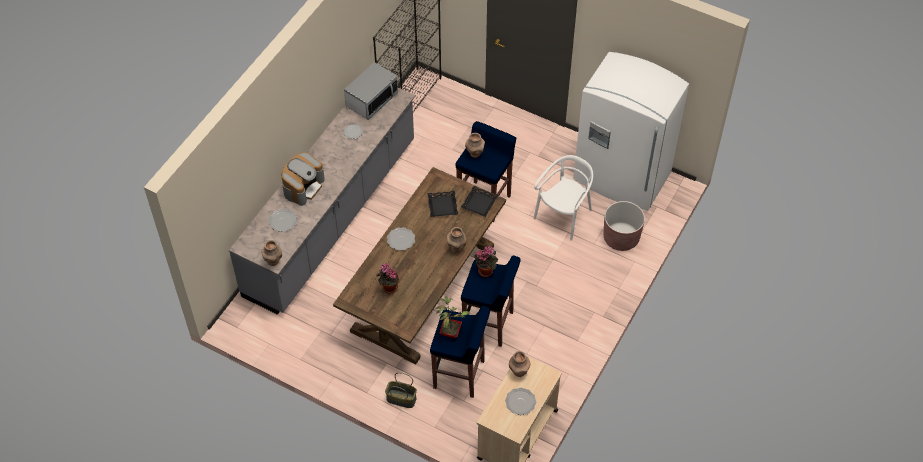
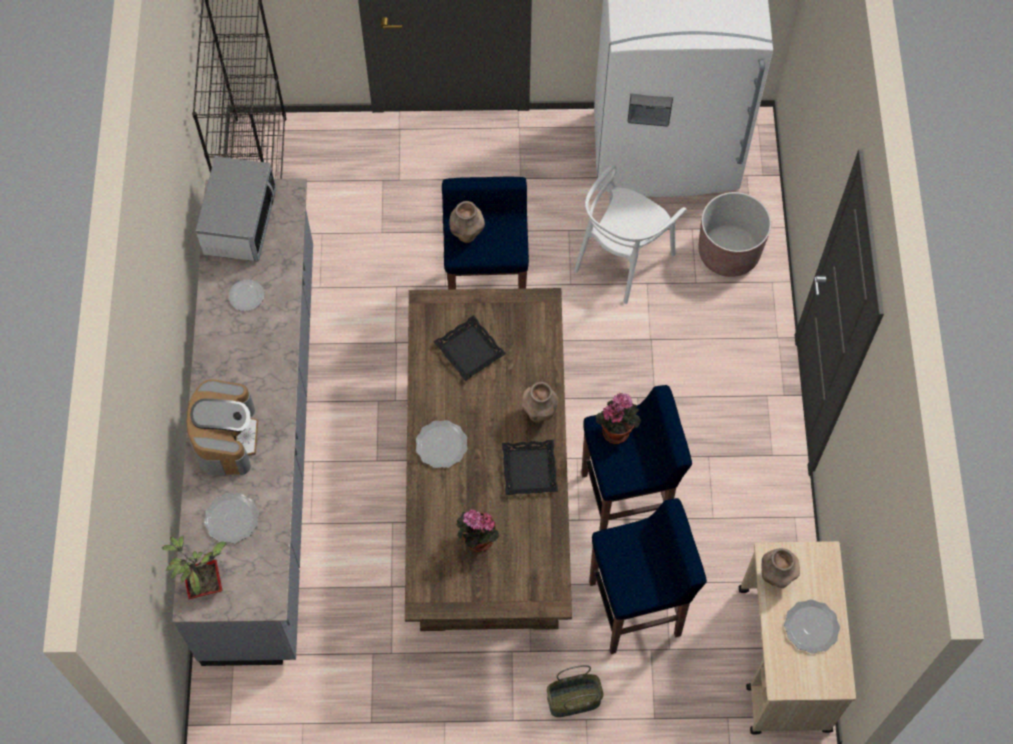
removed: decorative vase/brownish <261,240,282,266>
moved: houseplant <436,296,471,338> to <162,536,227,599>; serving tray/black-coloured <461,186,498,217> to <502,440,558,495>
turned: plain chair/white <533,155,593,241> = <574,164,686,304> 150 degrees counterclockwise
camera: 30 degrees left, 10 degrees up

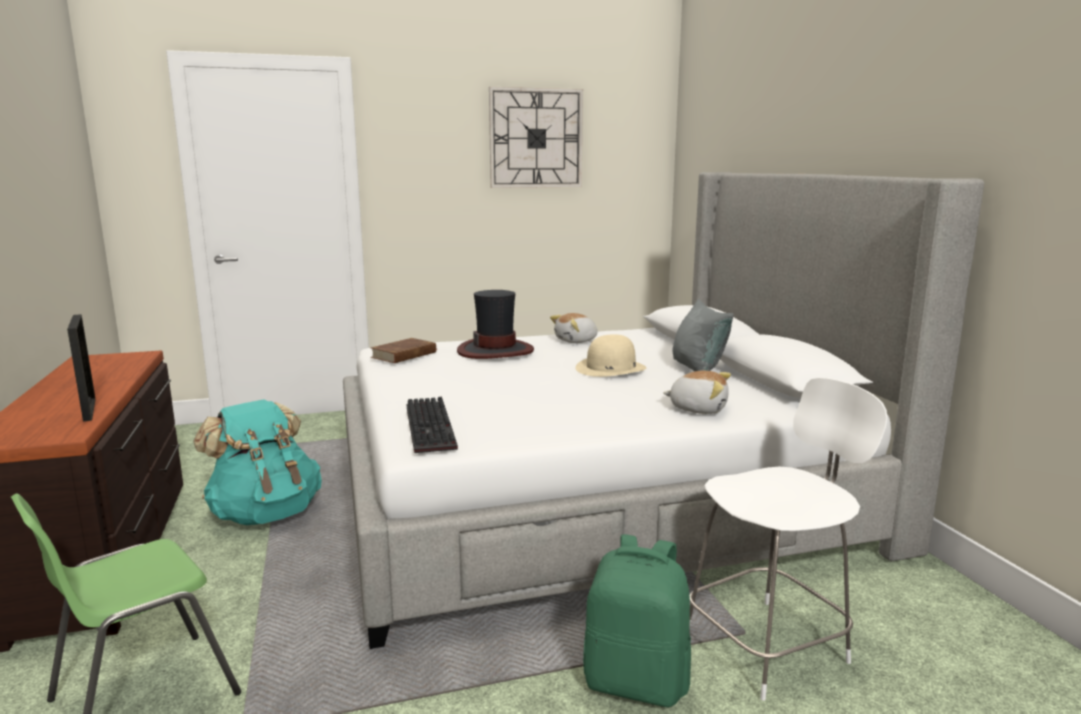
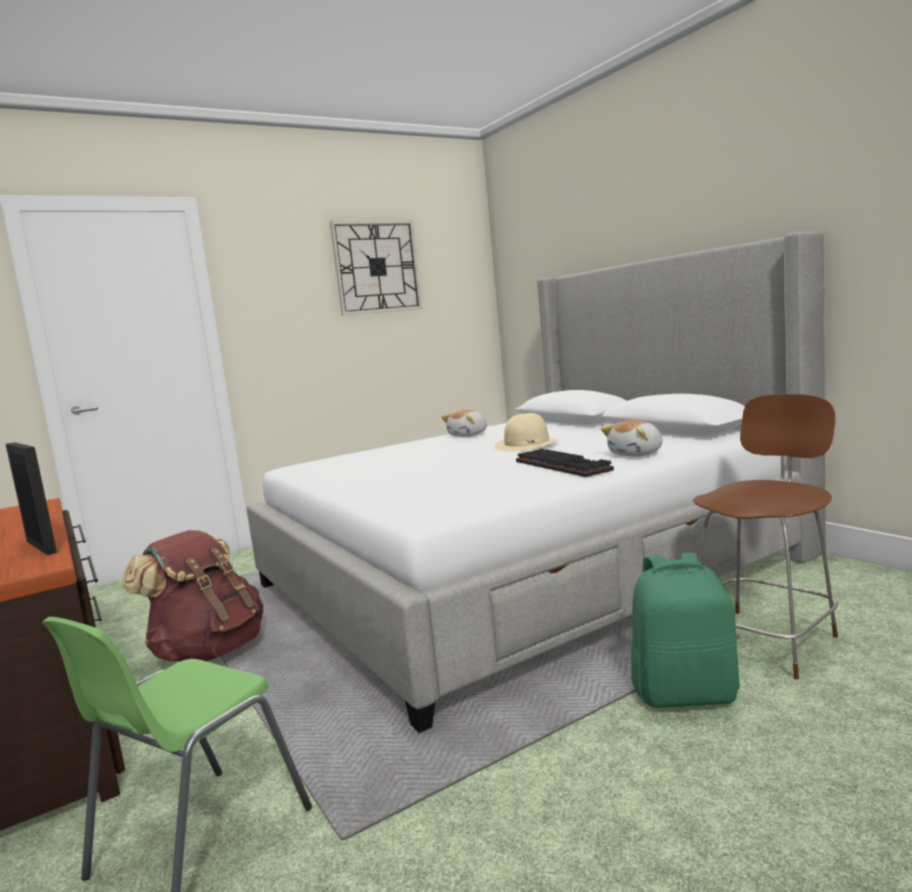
removed: volume/brownish <371,338,437,363>; clothing hat <457,290,534,359>; throw pillow/gray <672,299,733,372>
moved: computer keyboard <406,397,458,453> to <516,448,614,477>
recoloured: knapsack/blue-green <193,399,322,525> to knapsack/brownish <122,530,263,662>; plain chair/white <690,378,888,701> to plain chair/brownish <693,394,838,679>
turned: plush toy <663,371,731,414> = <601,420,663,457> 135 degrees clockwise
camera: 15 degrees left, 5 degrees down

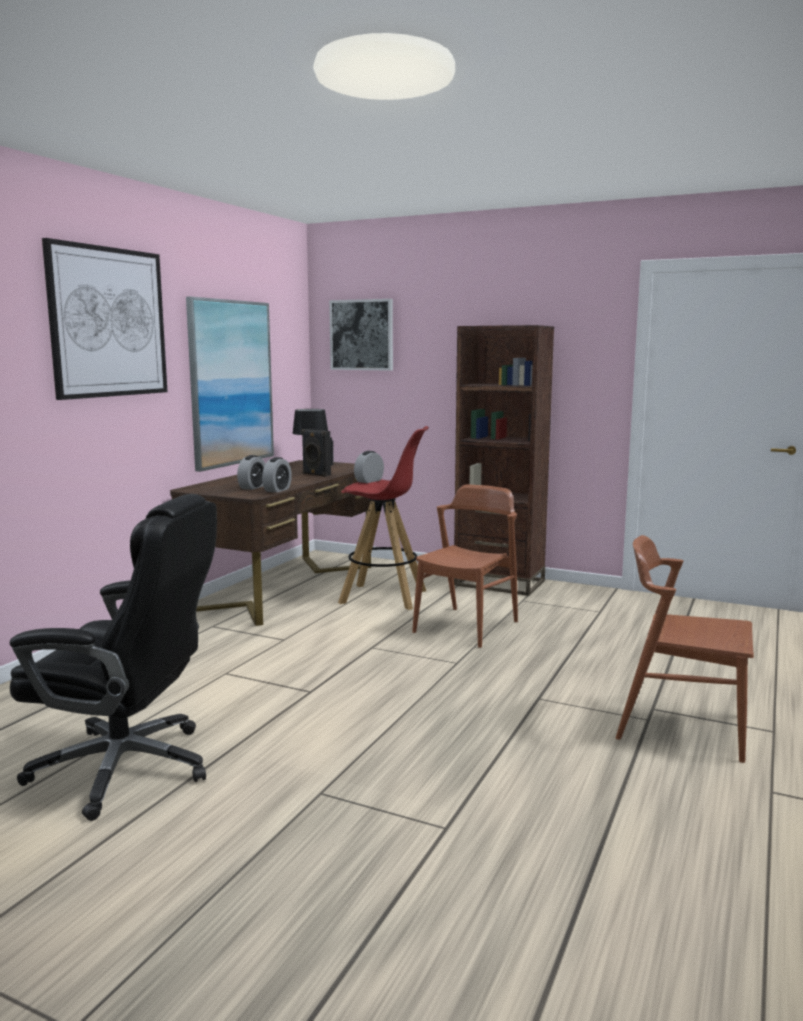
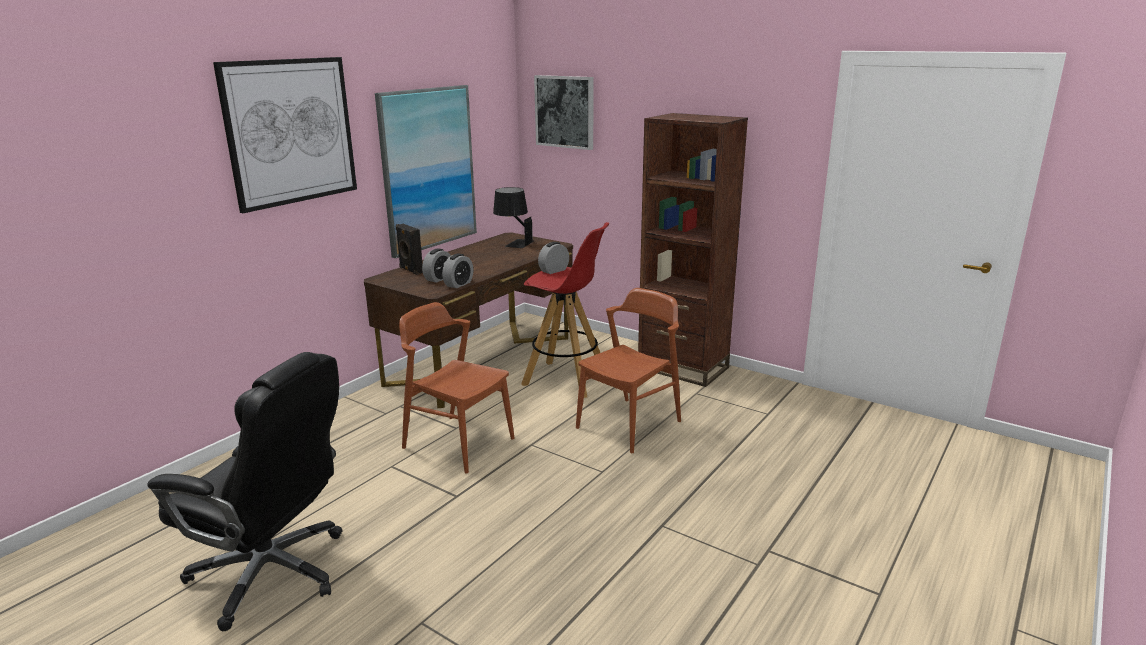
moved: loudspeaker/black-coloured <302,429,331,477> to <396,224,423,275>; plain chair/brownish <616,535,754,763> to <399,302,515,473>
camera: 10 degrees right, 10 degrees up

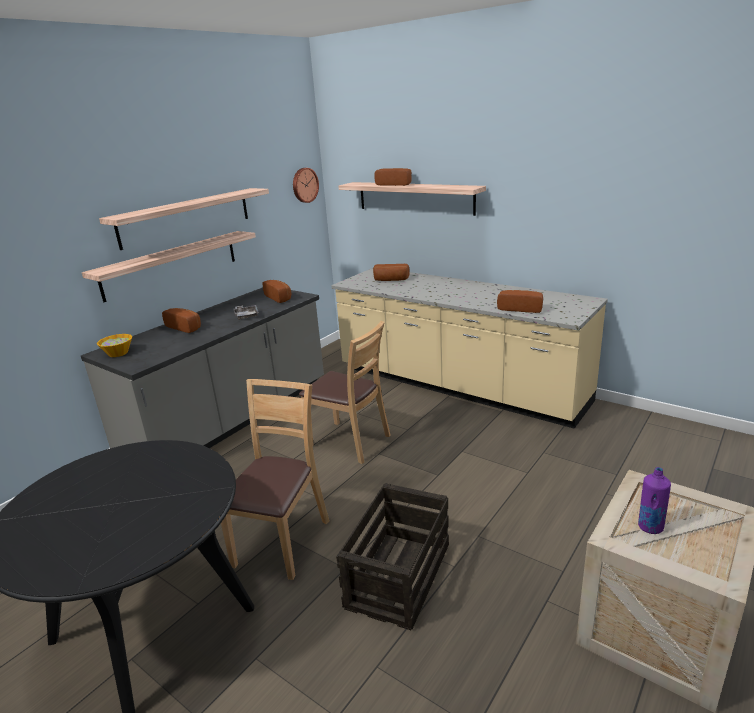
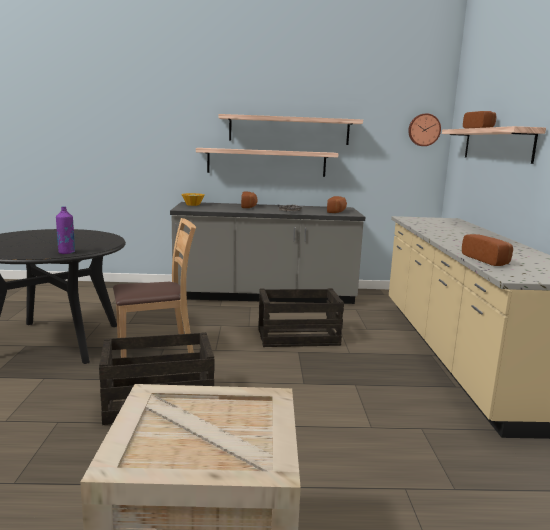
removed: bakery bread <373,264,410,281>
moved: drink bottle/purple <638,467,671,534> to <56,206,75,254>
replaced: plain chair/brownish <299,321,391,464> to shipping crate <258,288,344,347>
camera: 50 degrees right, 10 degrees down

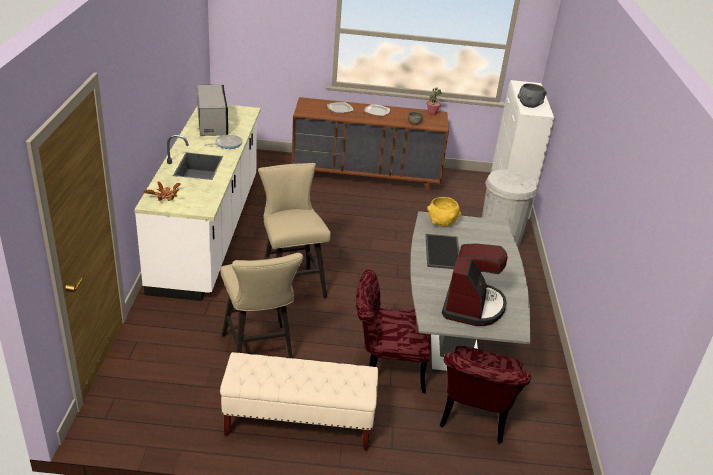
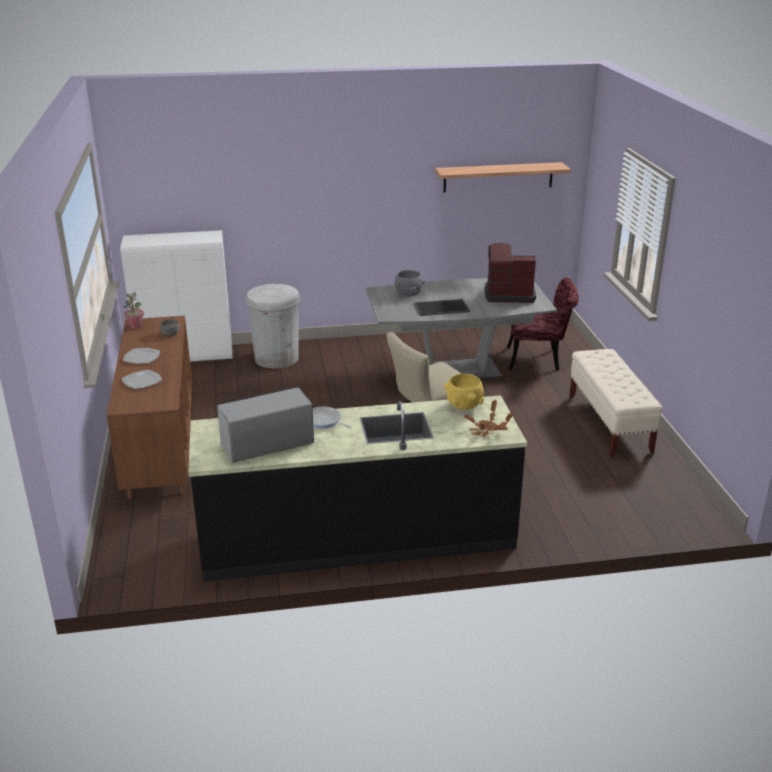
removed: sitting stool/beige-coloured <220,253,304,358>; plain chair/red <356,269,430,393>
added: shelf <435,162,571,192>
moved: deep dish/yellow <427,197,461,227> to <444,374,484,410>; deep dish/gray <518,83,547,108> to <394,270,425,297>
recoloured: kitchen counter/white <134,105,261,301> to kitchen counter/black-coloured <188,395,527,582>
camera: 100 degrees left, 5 degrees down

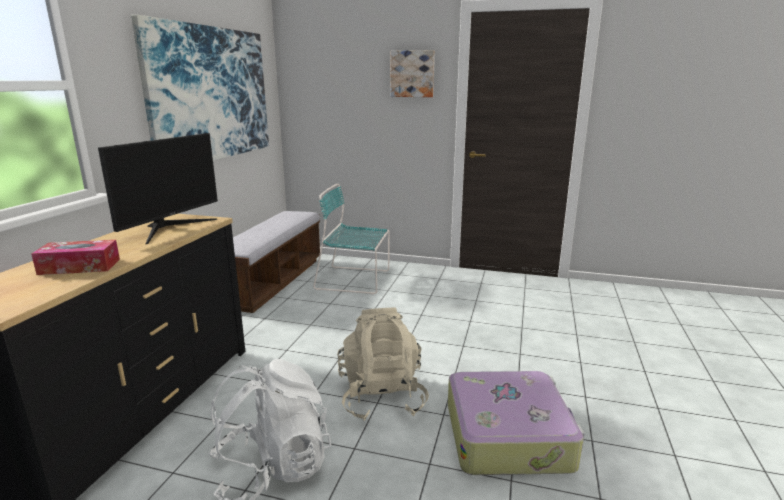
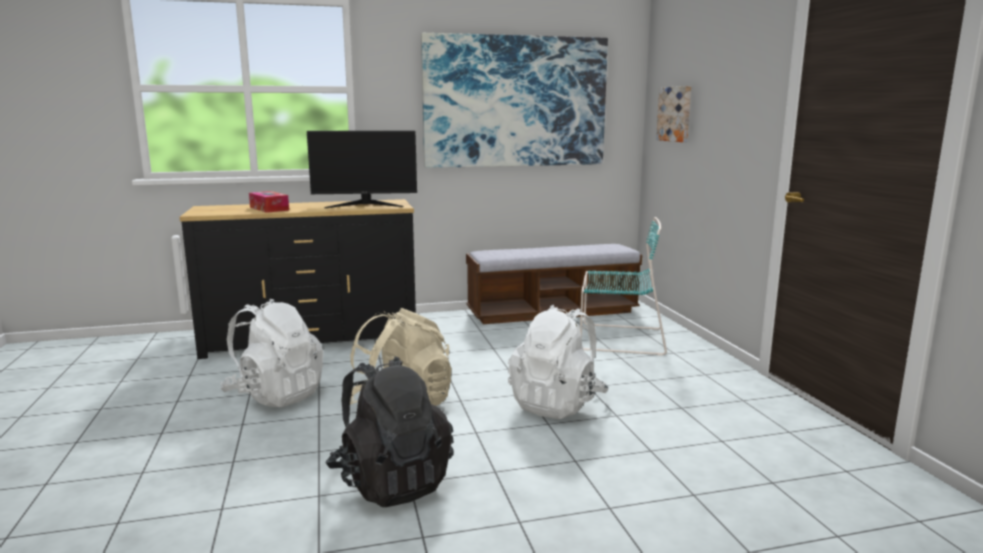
added: knapsack/white <508,305,609,419>
moved: wall art <390,50,435,97> to <656,86,691,142>
replaced: travel case <448,371,585,475> to knapsack/black-coloured <326,356,454,507>
turned: plain chair/blue-green <313,184,390,294> = <580,217,667,356> 120 degrees clockwise
camera: 60 degrees right, 5 degrees down

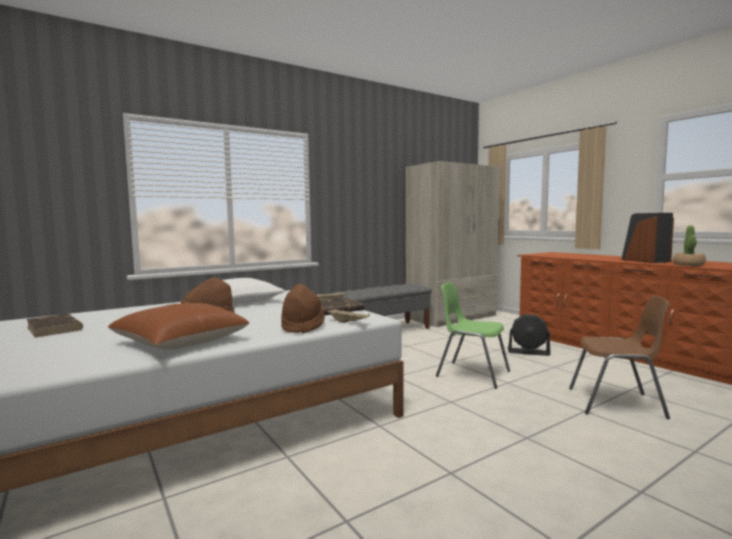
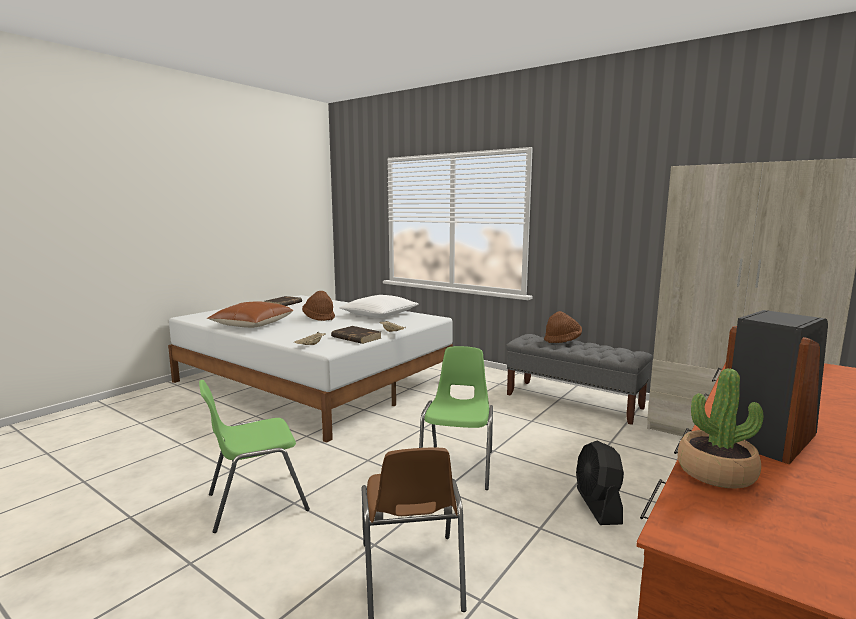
added: plain chair/green-coloured <199,380,310,533>
moved: clothing hat/brownish <281,284,325,334> to <544,311,582,343>
camera: 70 degrees right, 5 degrees up

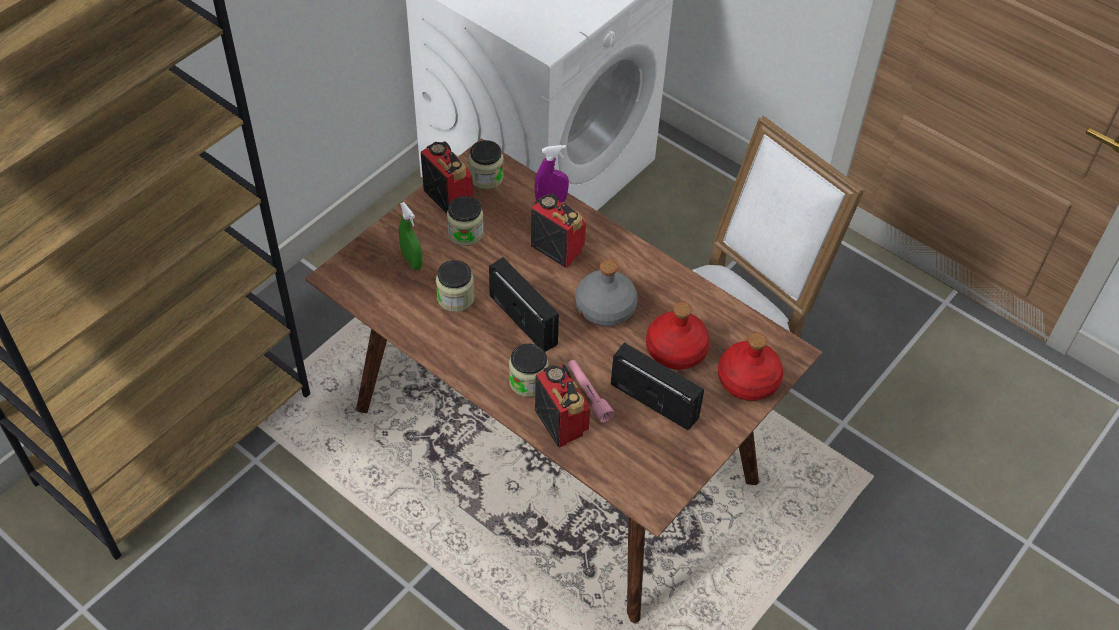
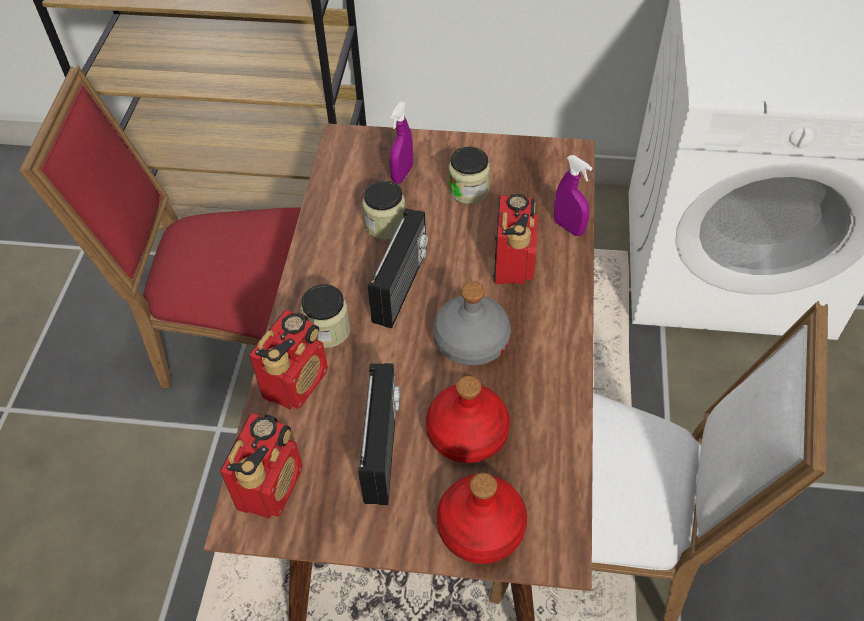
removed: preserve jar <468,140,504,189>; torch/pink-coloured <567,360,615,423>
added: plain chair/red <19,65,301,388>
moved: radio set <421,141,473,214> to <220,413,303,519>
recoloured: spray bottle/green-coloured <399,202,423,270> to spray bottle/purple <390,102,413,184>
camera: 60 degrees right, 0 degrees up

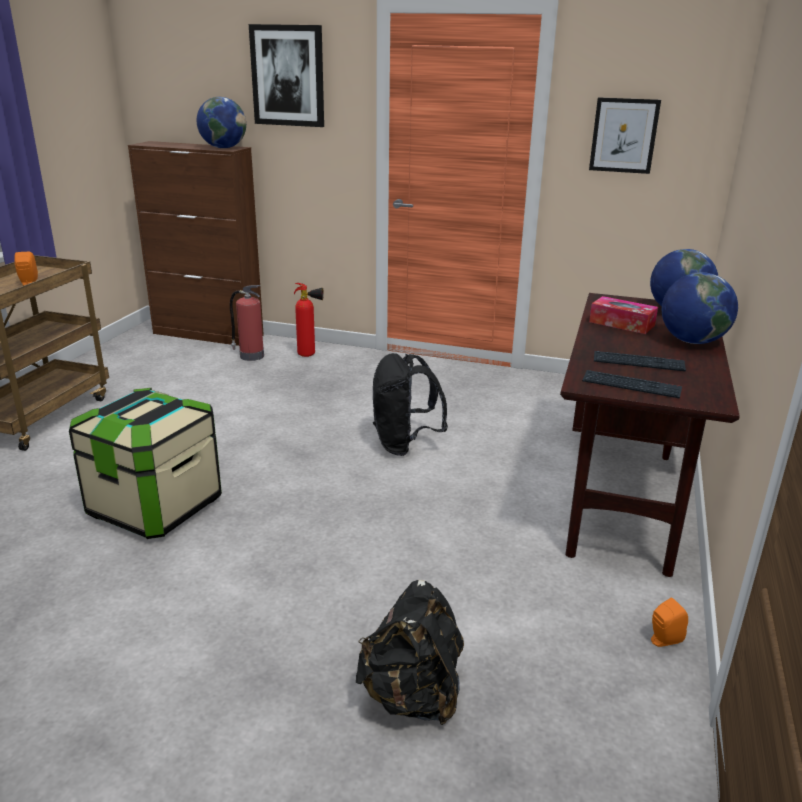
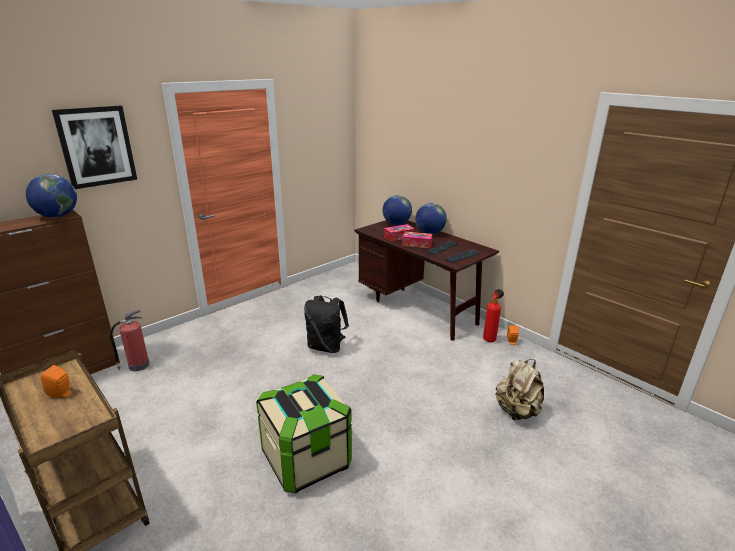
removed: wall art <589,97,661,174>
added: box of tissues <402,232,433,248>
moved: extinguisher <294,283,324,357> to <483,289,504,342>
recoloured: knapsack/black-coloured <356,580,464,725> to knapsack/beige-coloured <495,359,544,421>
camera: 60 degrees left, 0 degrees up

